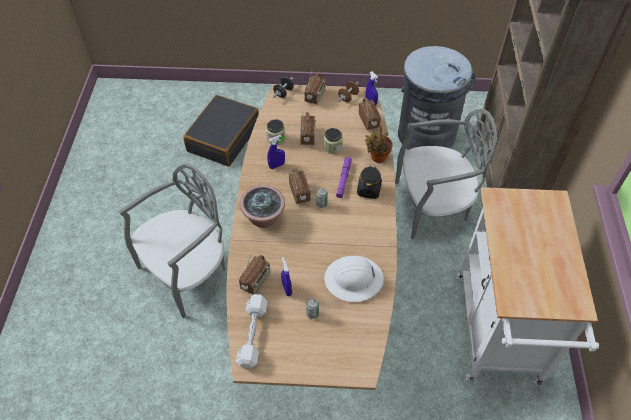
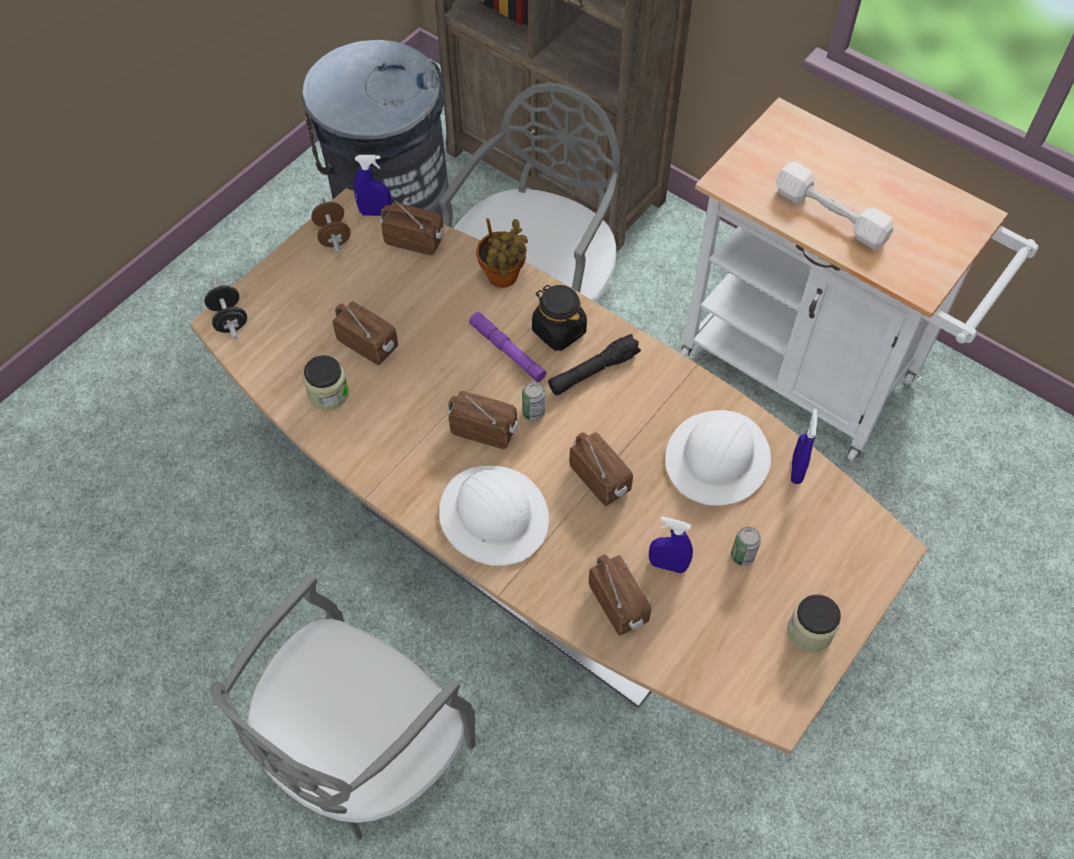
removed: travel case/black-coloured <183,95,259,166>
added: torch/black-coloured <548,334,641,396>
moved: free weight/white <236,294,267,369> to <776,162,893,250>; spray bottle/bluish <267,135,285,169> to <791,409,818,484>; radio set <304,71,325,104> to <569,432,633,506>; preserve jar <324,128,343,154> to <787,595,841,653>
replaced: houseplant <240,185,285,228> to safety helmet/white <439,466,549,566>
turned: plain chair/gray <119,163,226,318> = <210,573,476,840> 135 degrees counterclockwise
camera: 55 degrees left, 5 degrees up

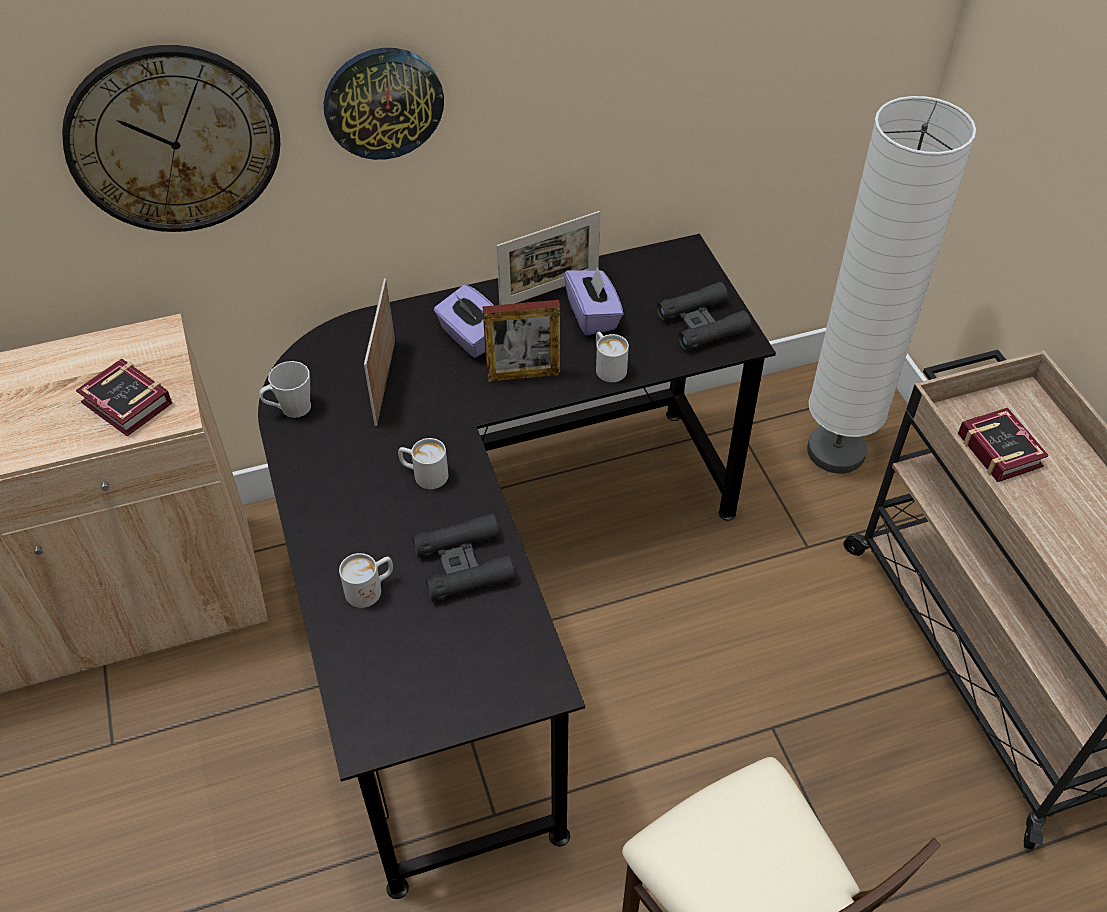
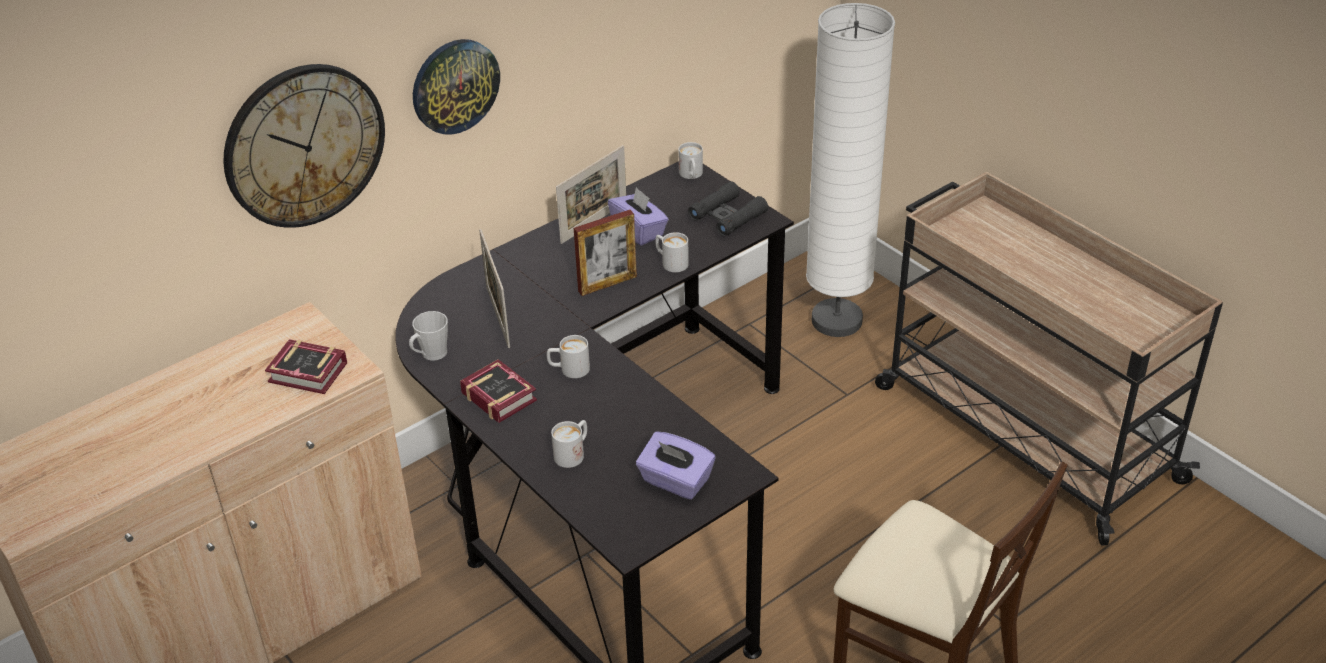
removed: pair of binoculars/black-coloured <412,513,515,601>
added: tea mug/white <678,142,703,179>
moved: box of tissues/purple <434,285,494,358> to <636,431,715,500>; volume <958,407,1049,482> to <460,359,537,423>
camera: 20 degrees left, 10 degrees down

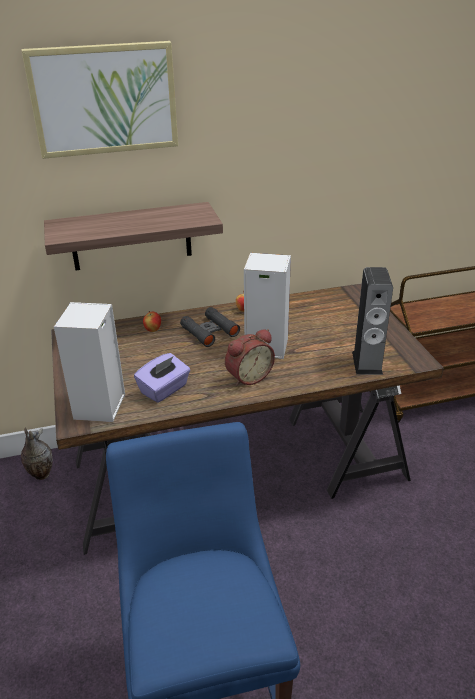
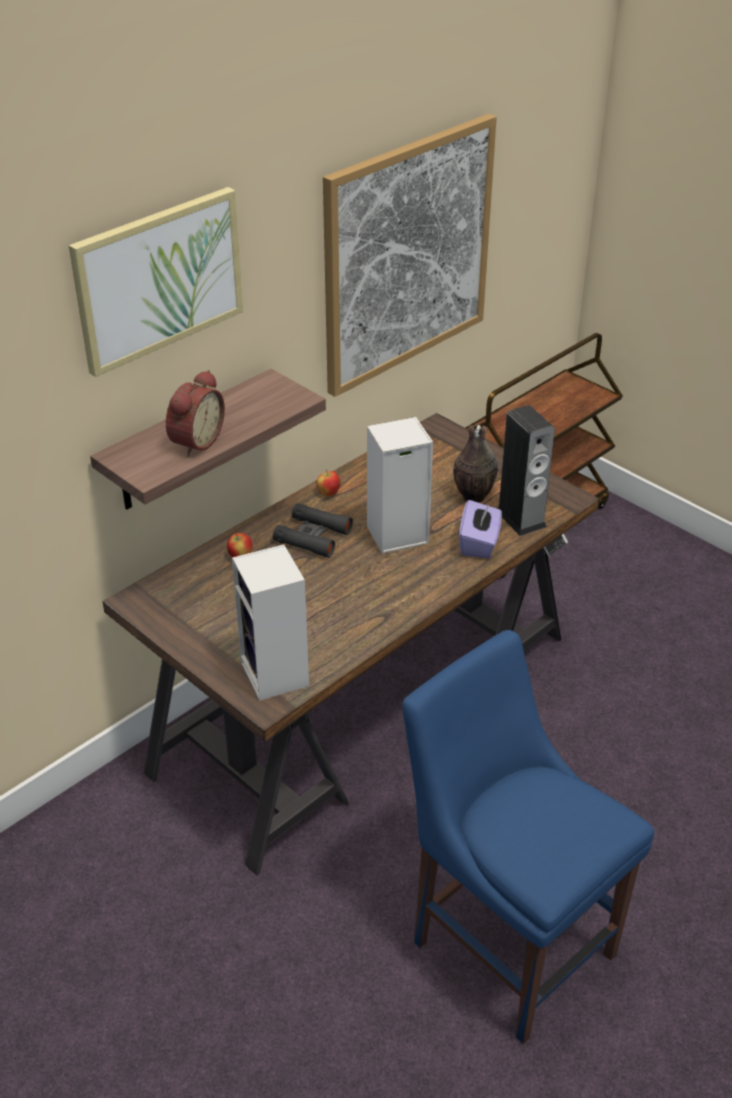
added: wall art <323,114,497,397>
moved: decorative vase <21,428,53,480> to <453,425,498,503>; box of tissues/purple <134,353,190,403> to <459,500,502,559>; table clock <225,329,275,386> to <166,370,225,456>
camera: 30 degrees left, 5 degrees up

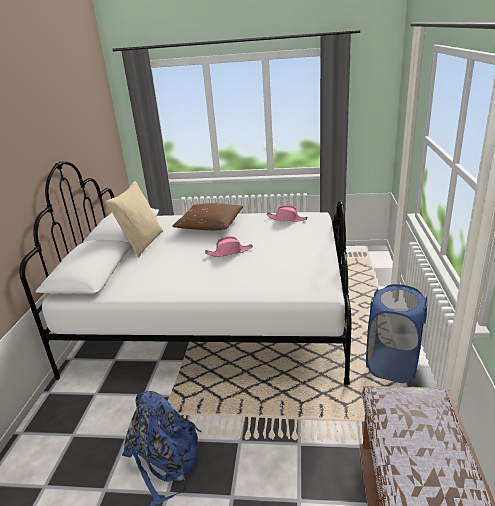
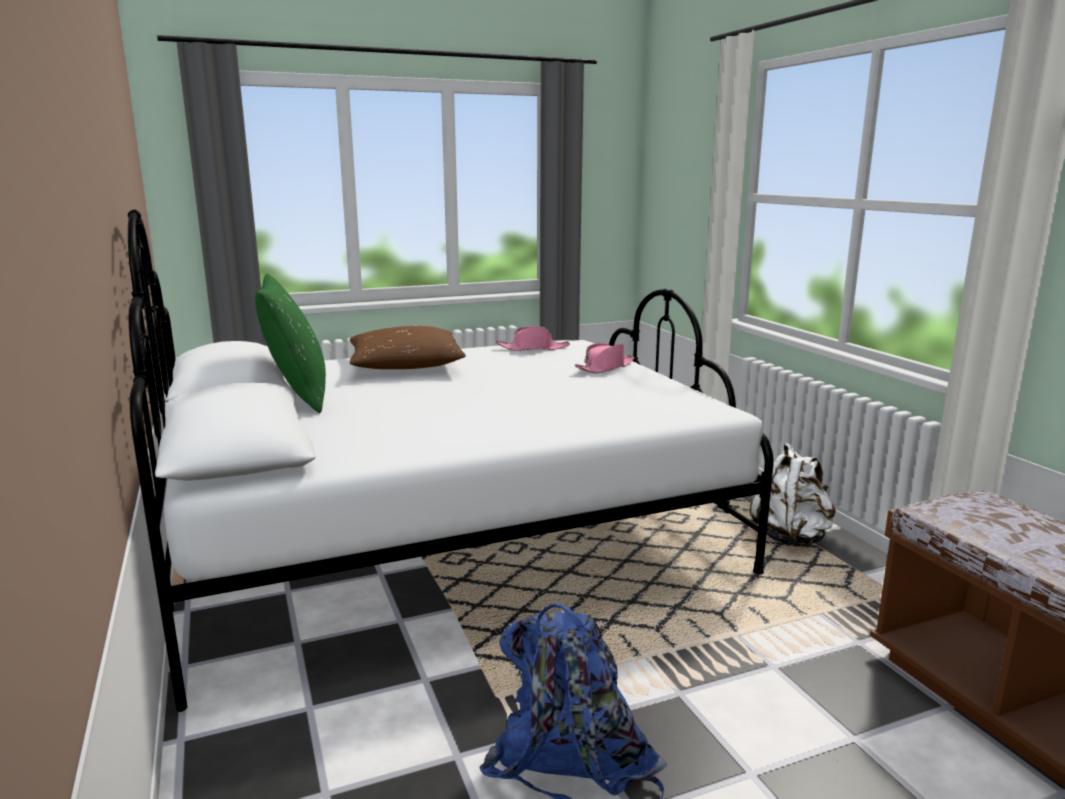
moved: clothing hat/pink-coloured <205,237,253,257> to <575,343,634,373>
replaced: laundry basket/bluish <366,284,427,383> to knapsack/white <750,443,836,547>
recoloured: throw pillow/beige-coloured <106,181,163,257> to throw pillow/green-coloured <255,274,326,414>
camera: 30 degrees left, 10 degrees down

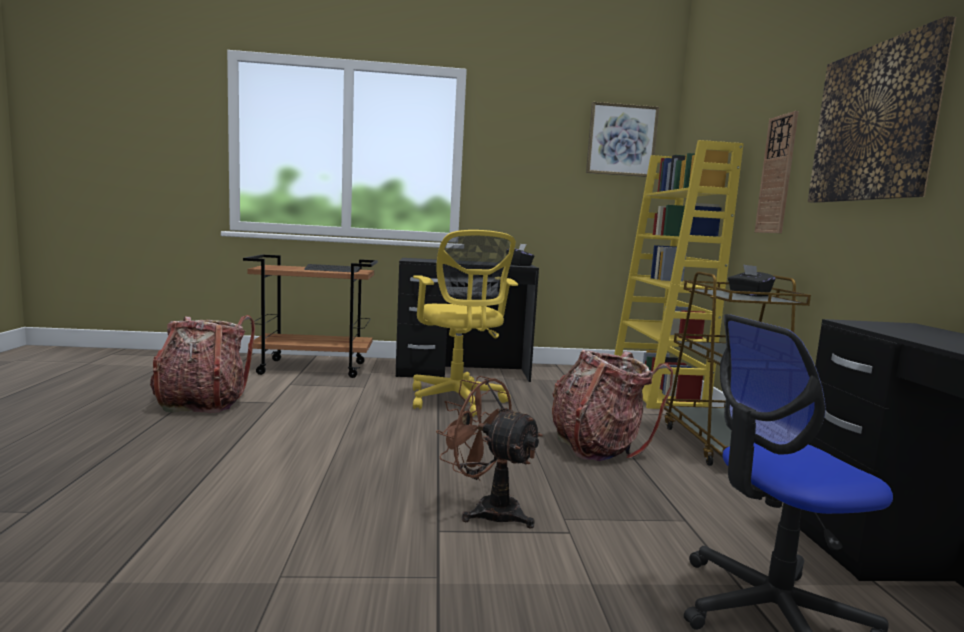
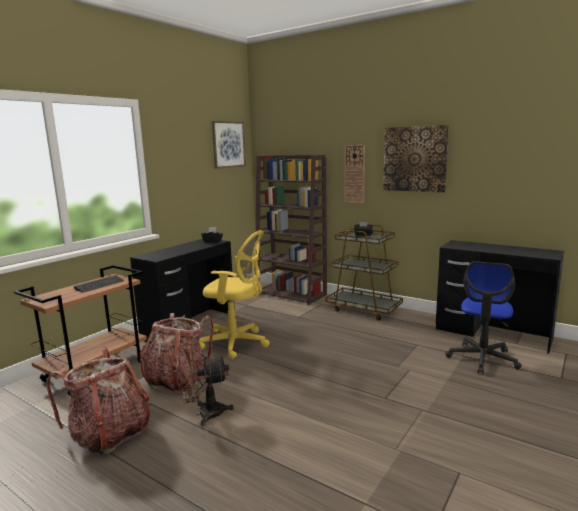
moved: electric fan/brownish <436,376,543,529> to <178,344,234,426>; knapsack <552,350,673,461> to <140,313,214,393>
recoloured: bookshelf/yellow <614,140,744,409> to bookshelf/brownish <256,155,327,305>
camera: 50 degrees left, 5 degrees up

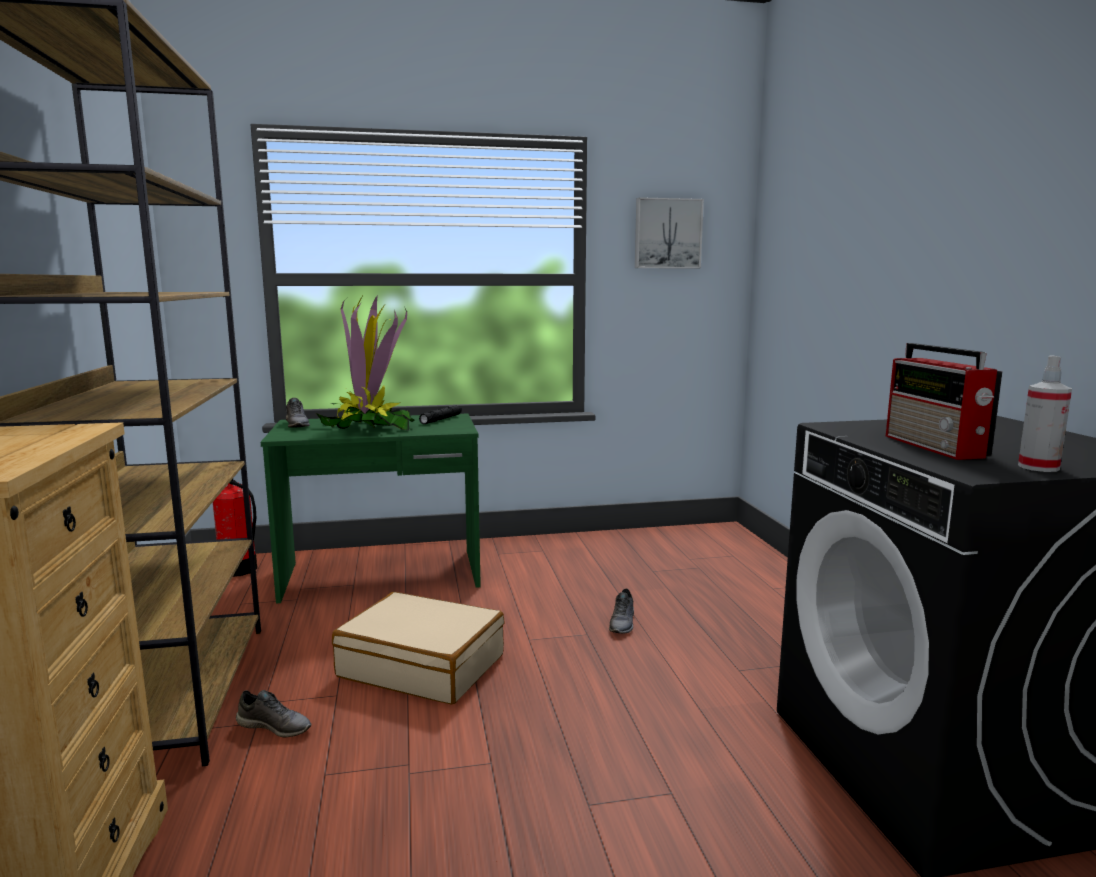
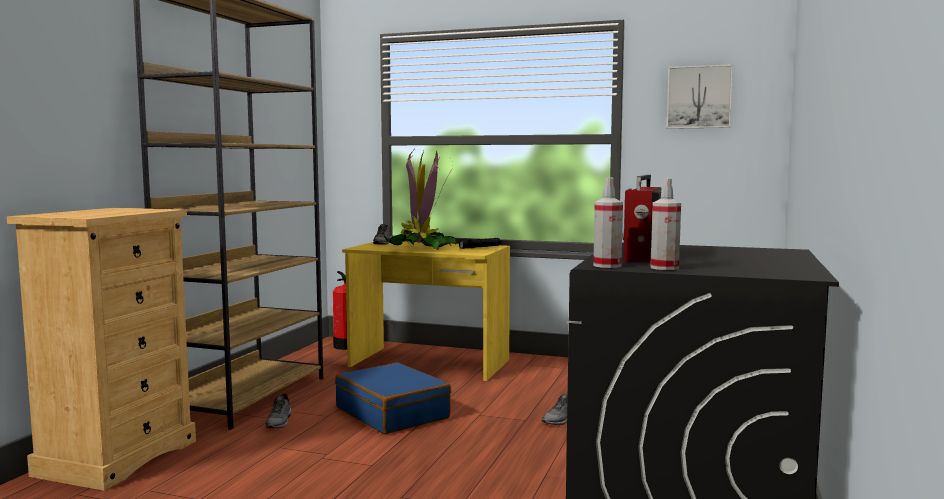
added: spray bottle <593,177,623,268>
recoloured: desk table/green-coloured <261,413,481,604> to desk table/yellow <342,242,510,381>; travel case/beige-coloured <332,592,505,704> to travel case/bluish <335,363,451,434>
turned: shoe/gray <236,690,311,738> = <265,394,292,428> 45 degrees clockwise
camera: 30 degrees right, 5 degrees down

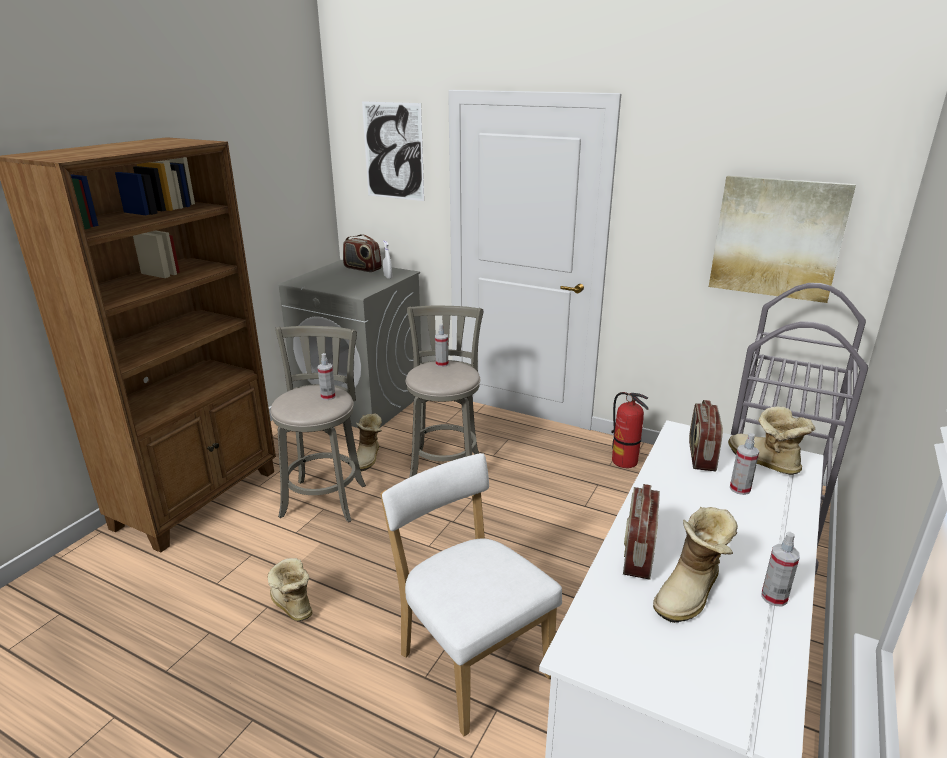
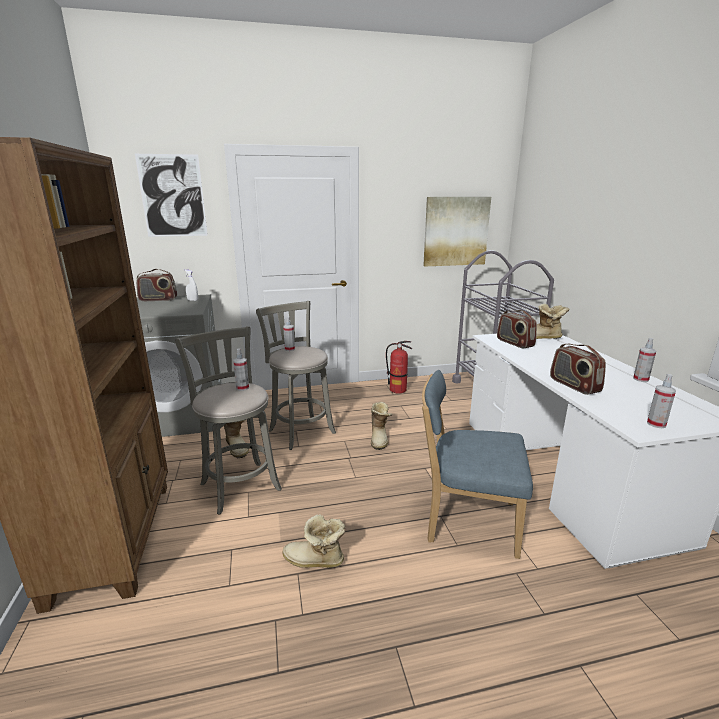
moved: high-top boot <653,507,738,623> to <371,402,392,450>; spray bottle <730,433,759,495> to <647,374,676,428>
recoloured: plain chair/white <380,453,562,736> to plain chair/bluish <422,370,533,559>
camera: 40 degrees left, 5 degrees down

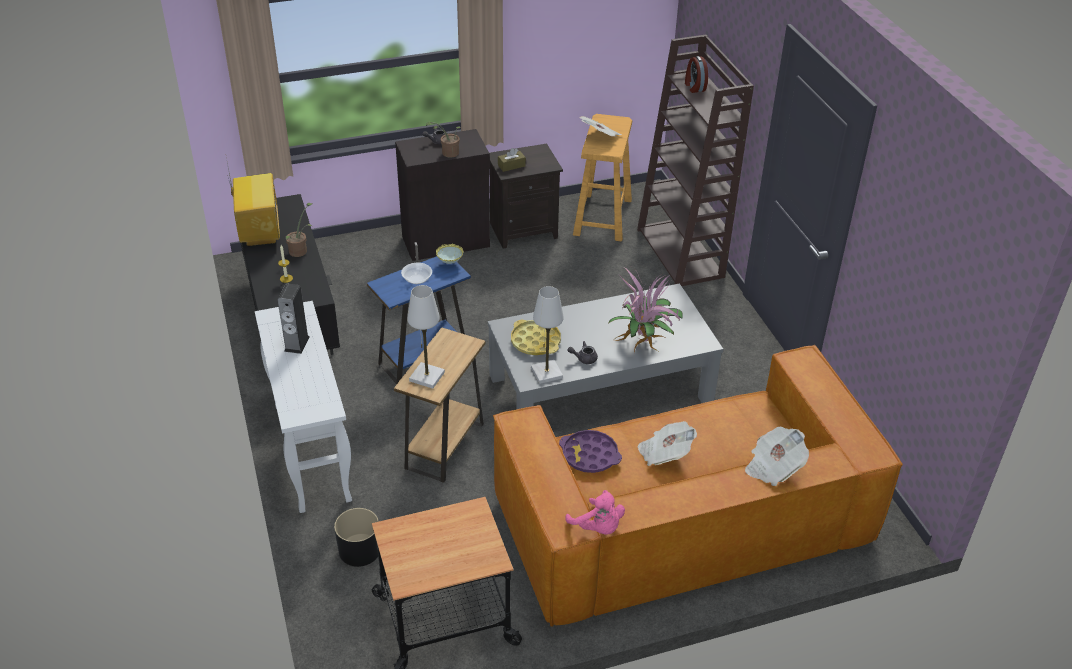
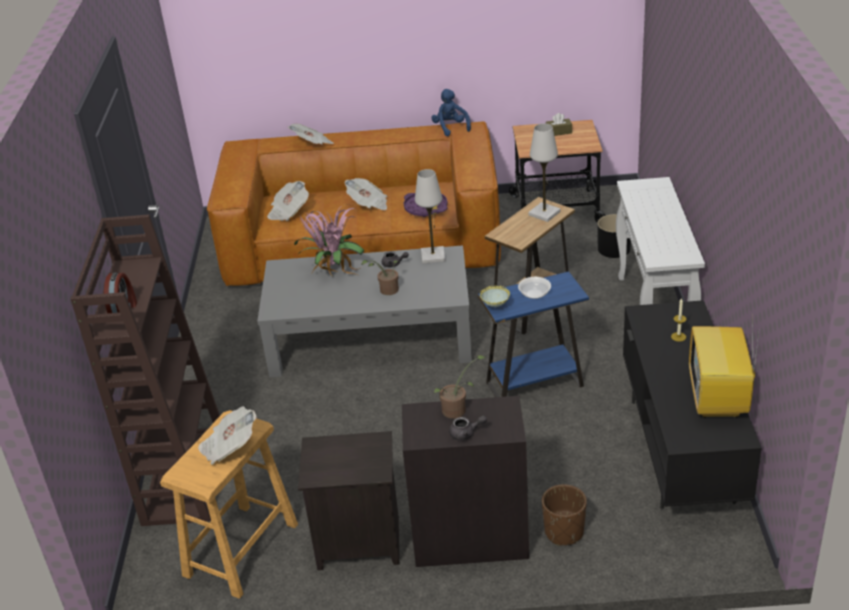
removed: loudspeaker <277,283,310,354>; serving tray/yellow <511,320,561,355>
added: daily paper <267,181,309,221>; planter/brownish <542,484,587,546>
moved: houseplant <286,203,312,257> to <361,260,399,295>; box of tissues/brownish <498,148,526,172> to <546,113,572,136>
recoloured: plush toy/pink-coloured <565,490,625,534> to plush toy/bluish <431,89,471,137>
camera: 160 degrees left, 5 degrees down

